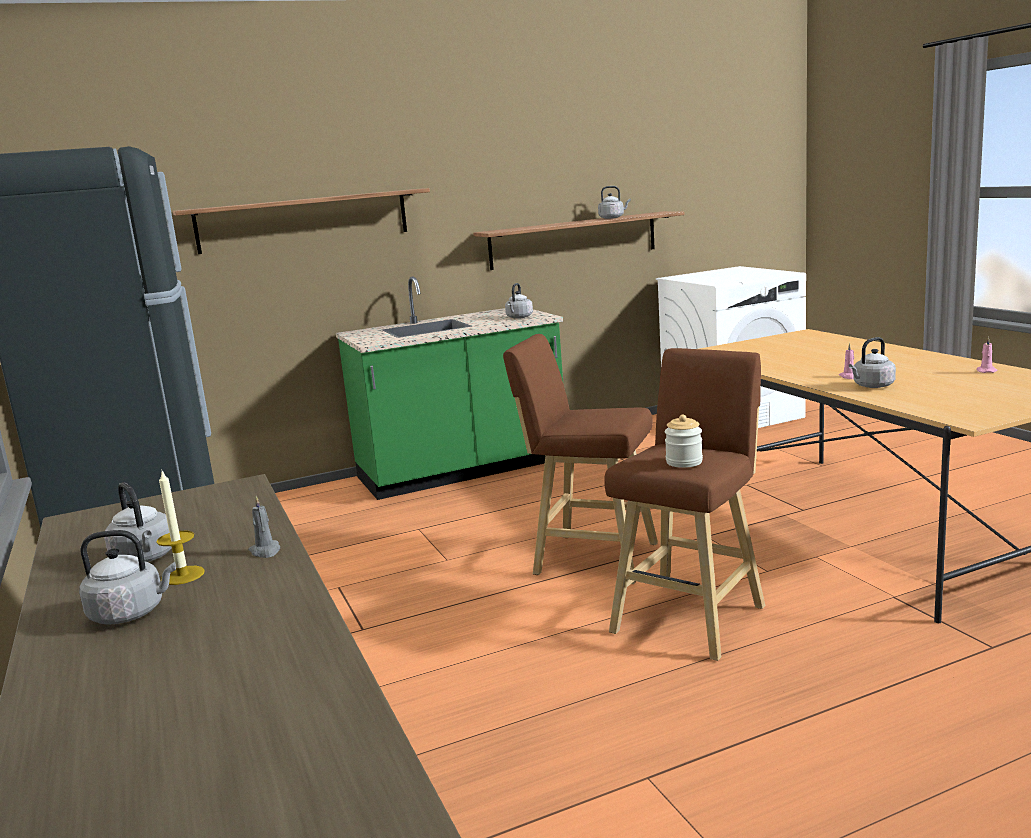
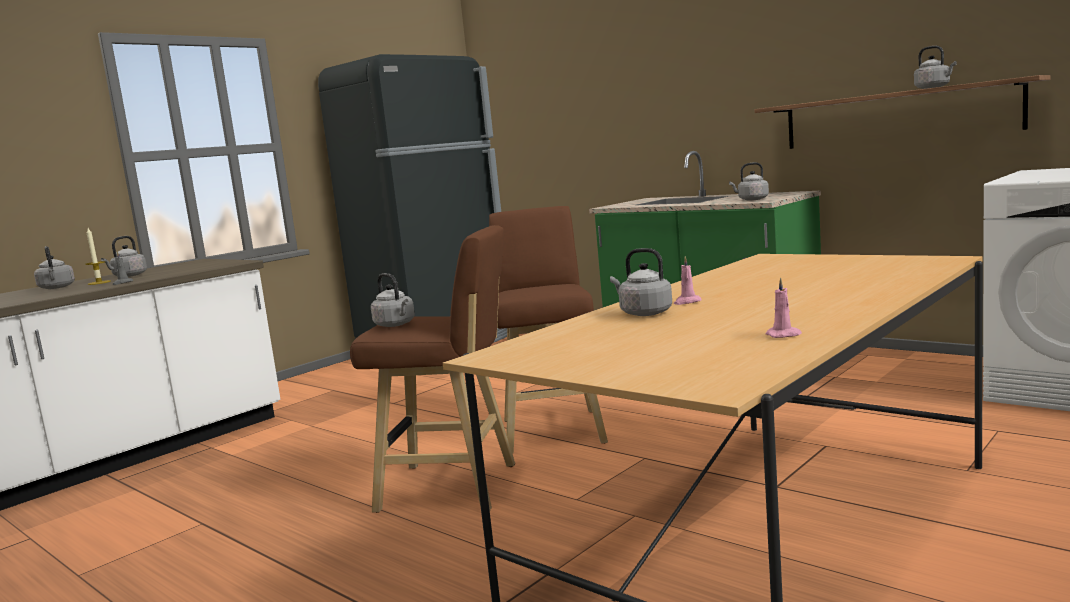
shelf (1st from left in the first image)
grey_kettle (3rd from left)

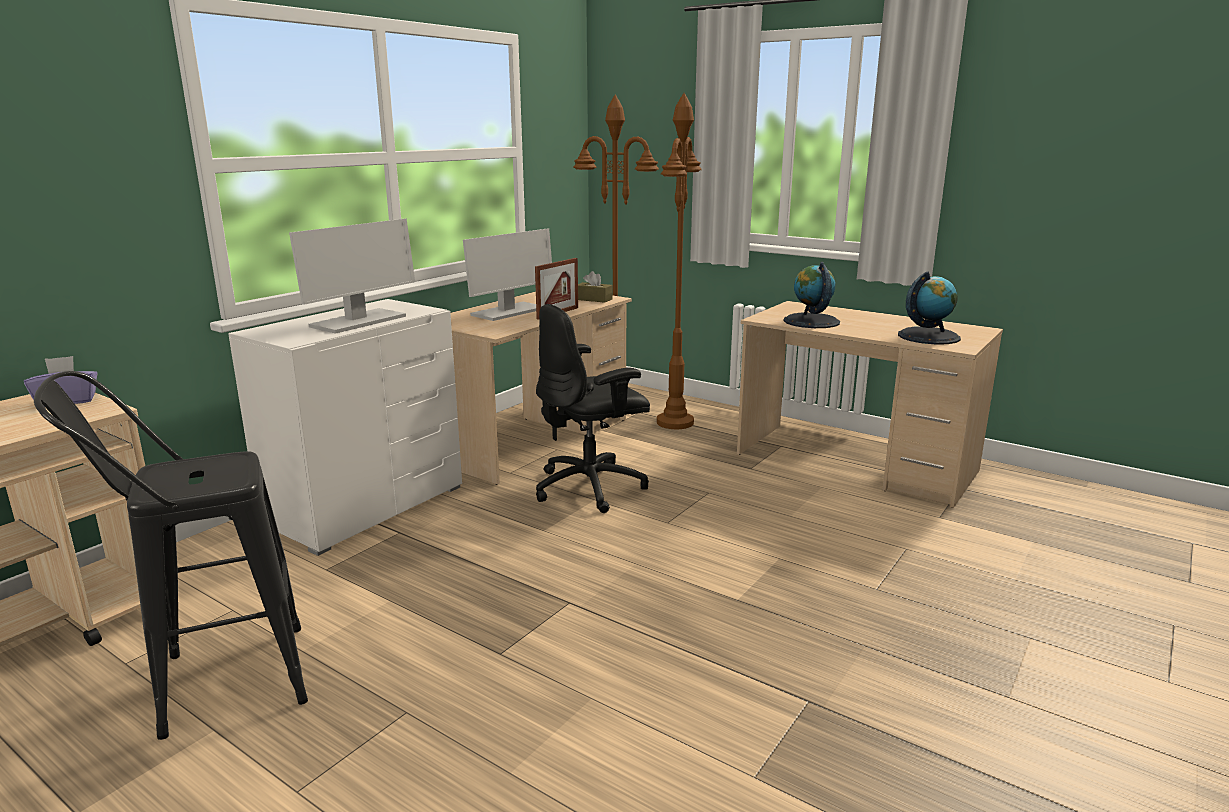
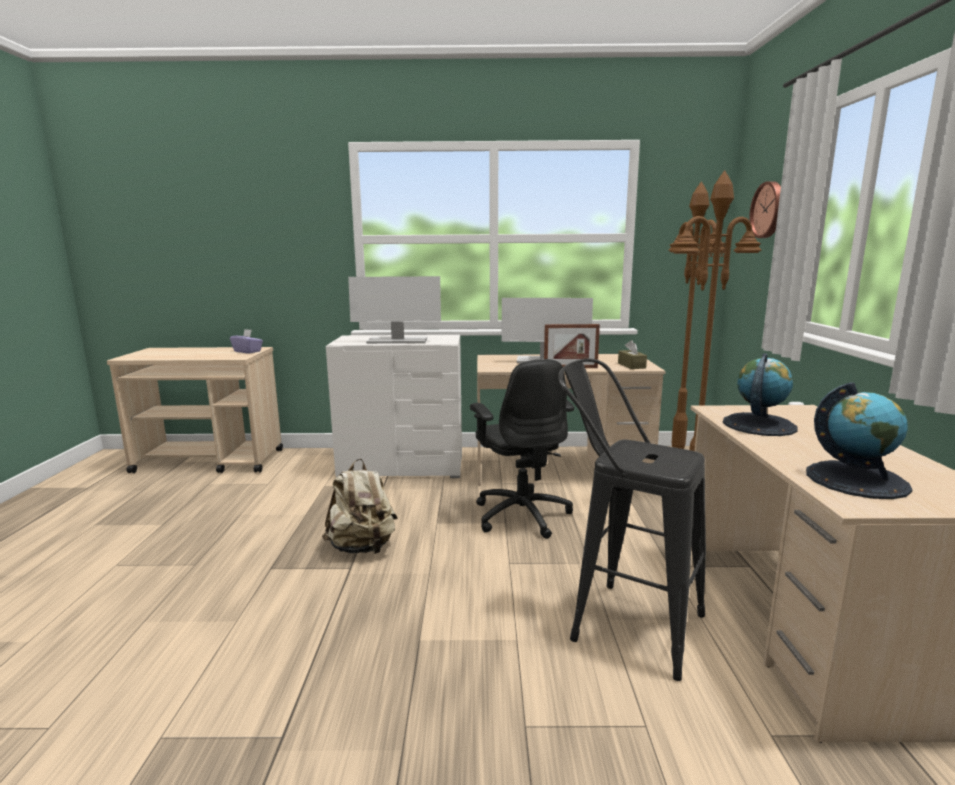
black_stool
black_office_chair
beige_backpack
wall_clock

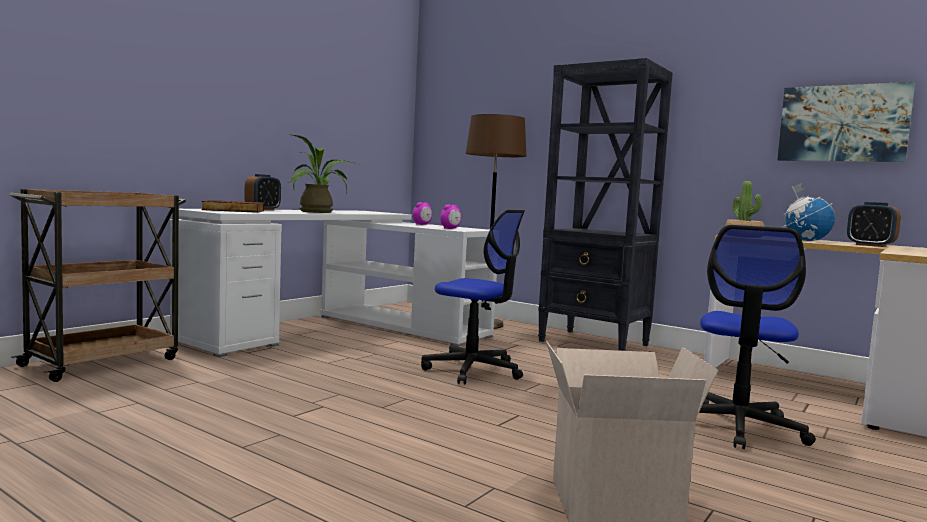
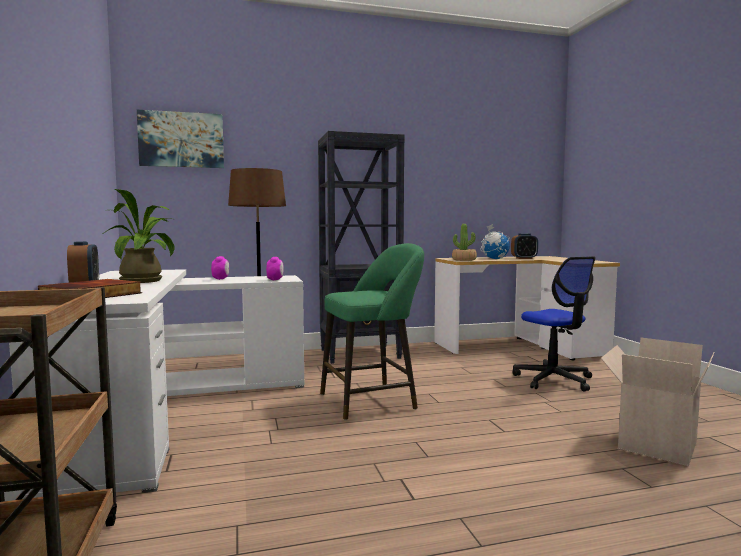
green_stool
picture

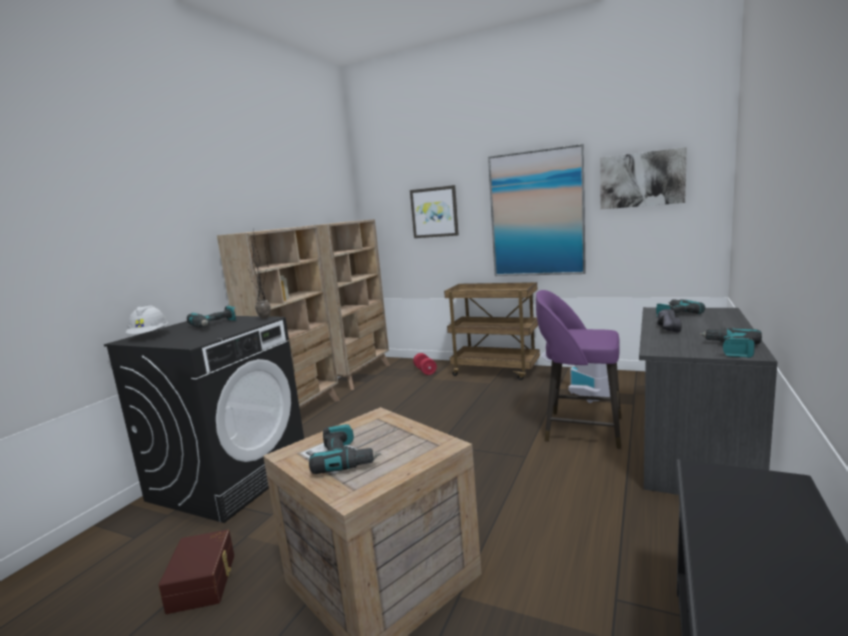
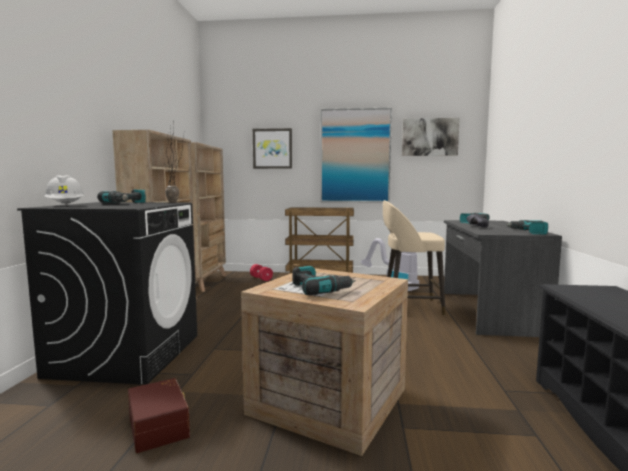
beige_stool

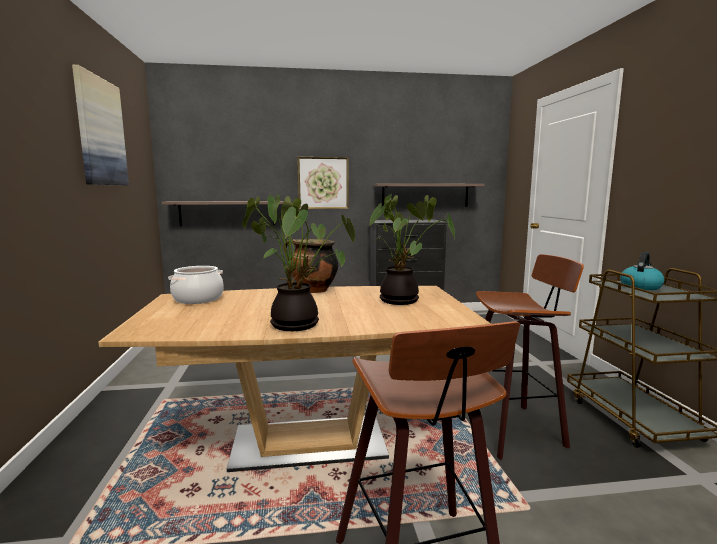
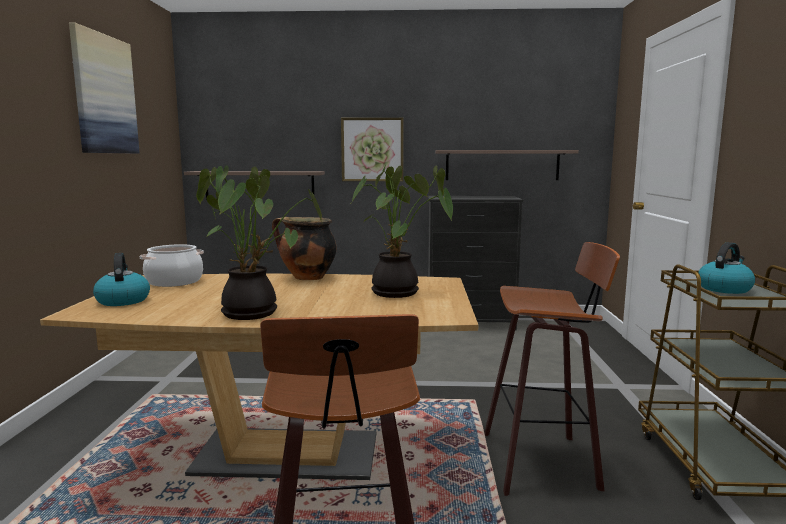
kettle (1st from left)

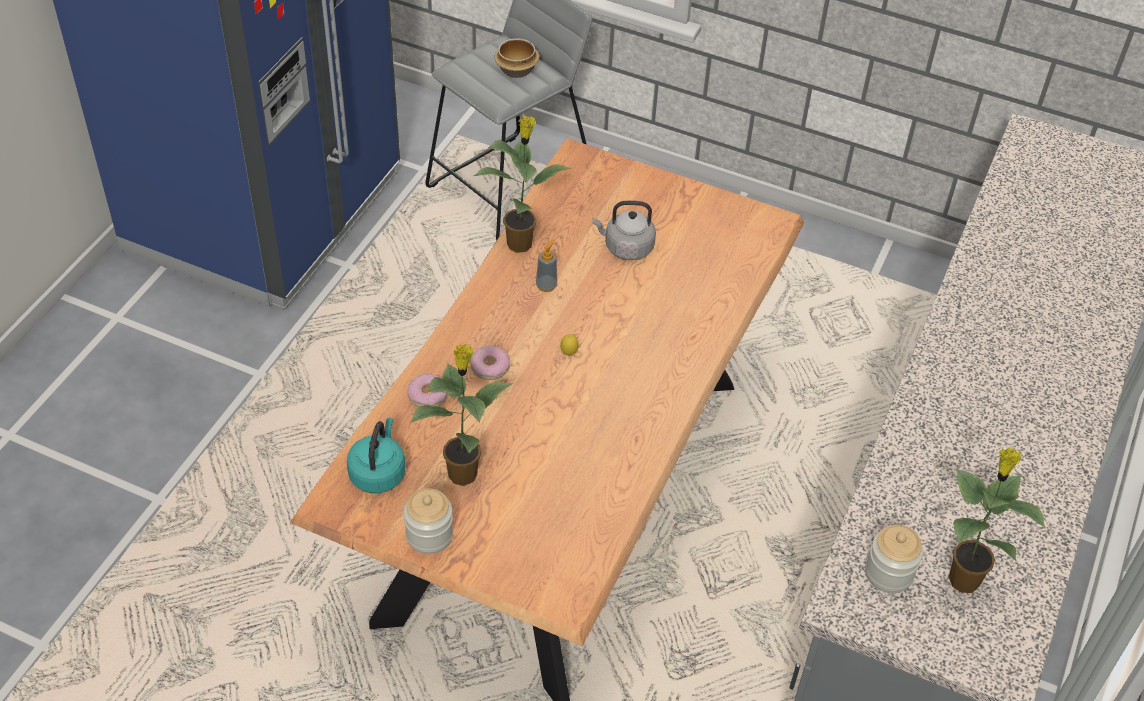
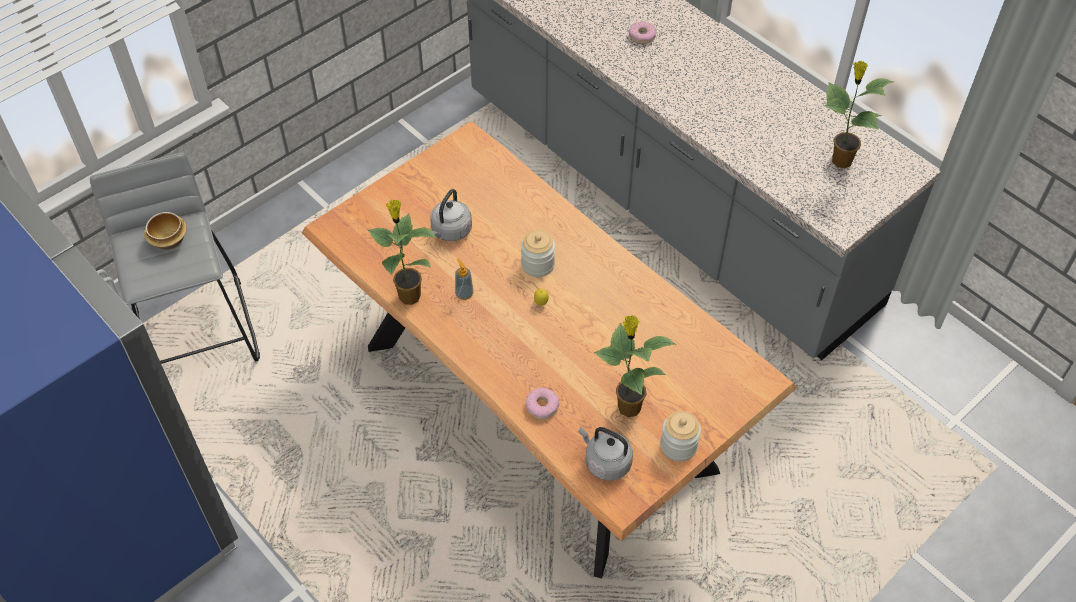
grey_kettle (2nd from left)
donut (2nd from left)
jar (1st from left)

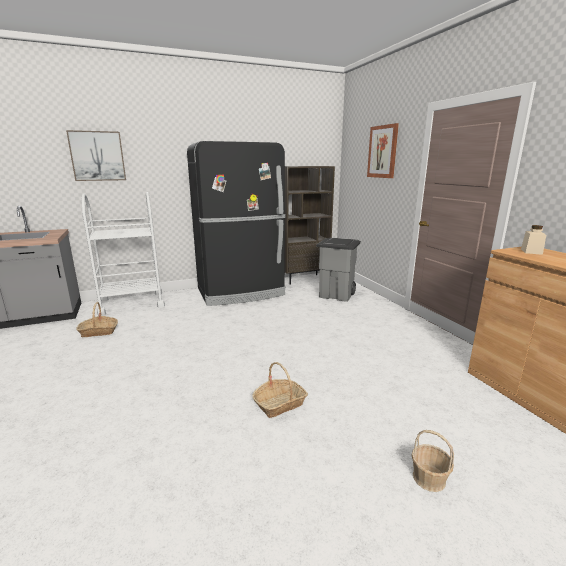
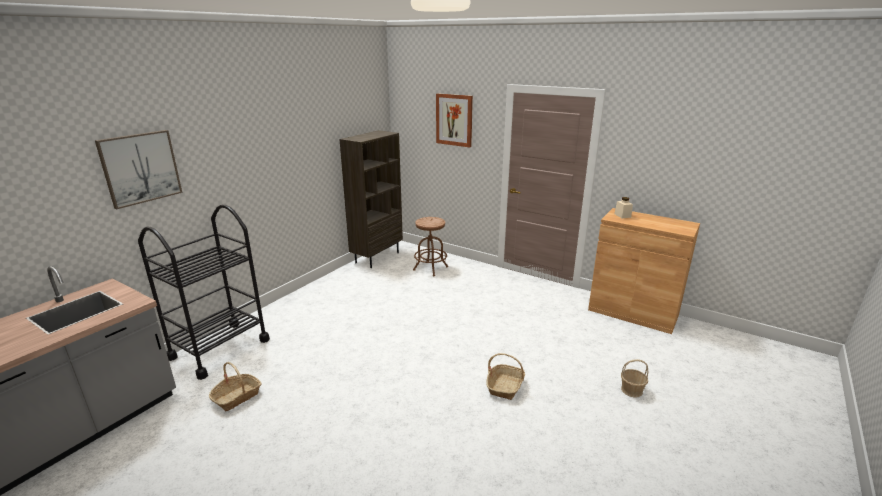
black_cart
black_fridge
brown_stool

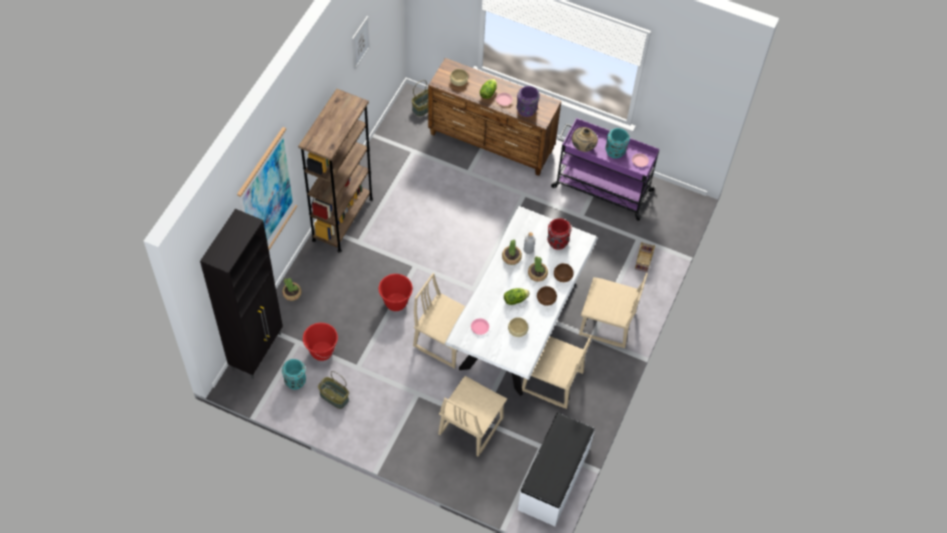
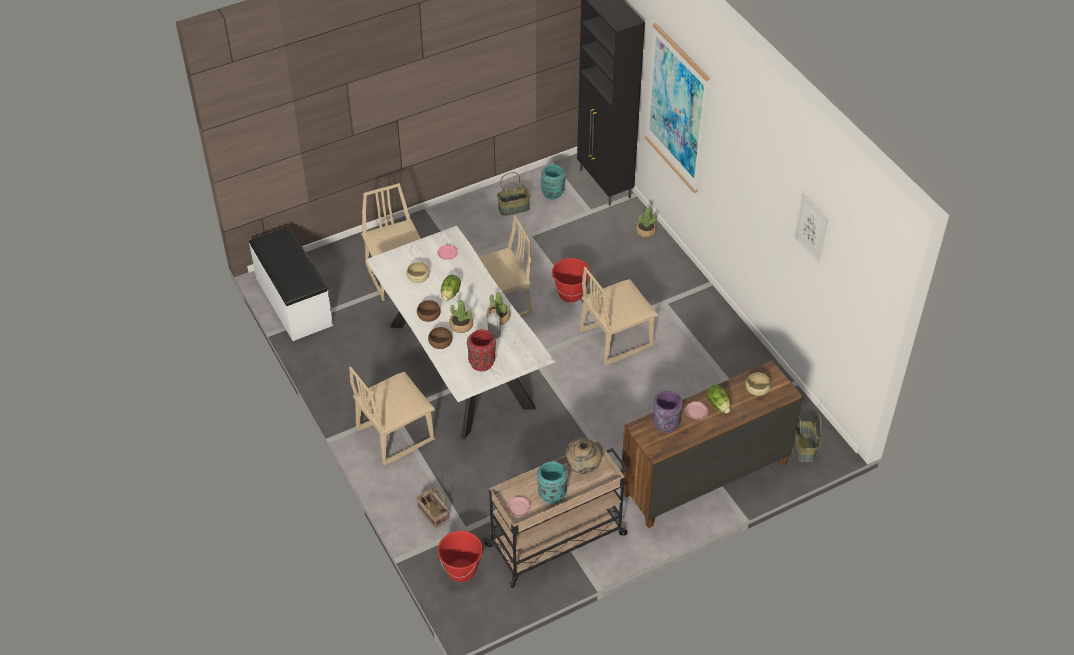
brown_bookcase
red_bucket (1st from left)
beige_chair (4th from left)
beige_cart

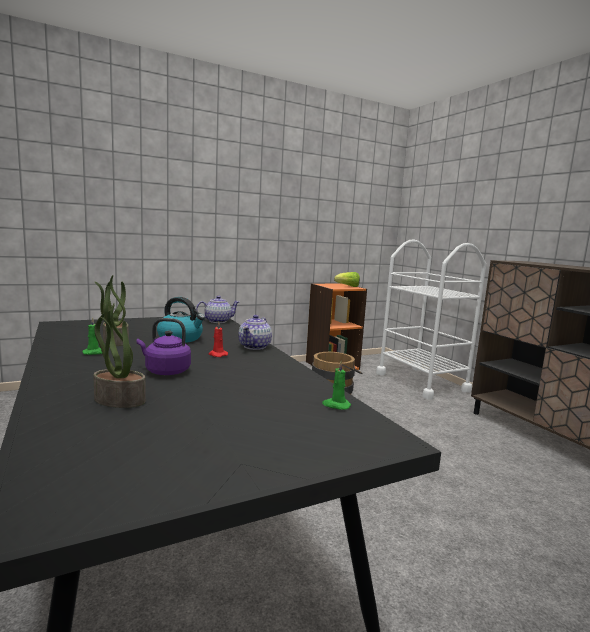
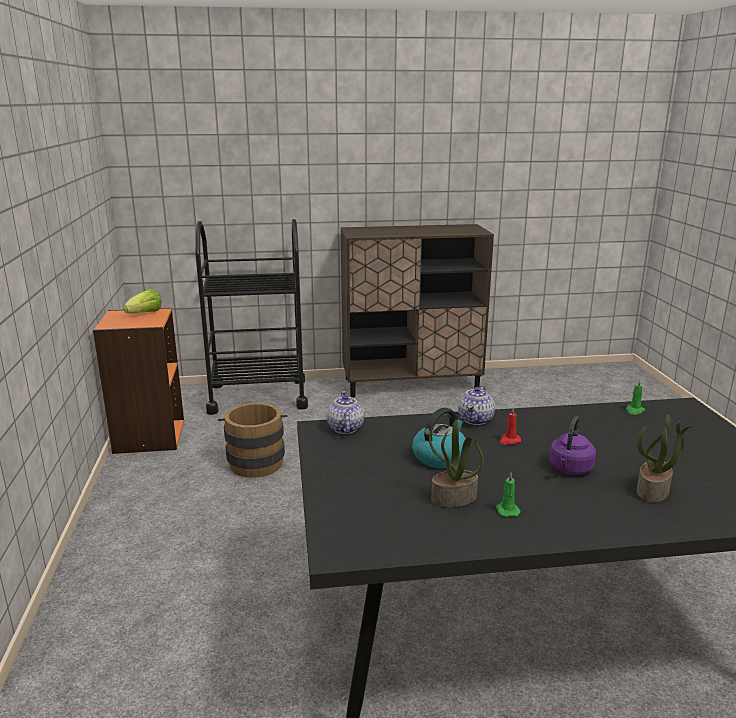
teapot (2nd from left)
black_cart

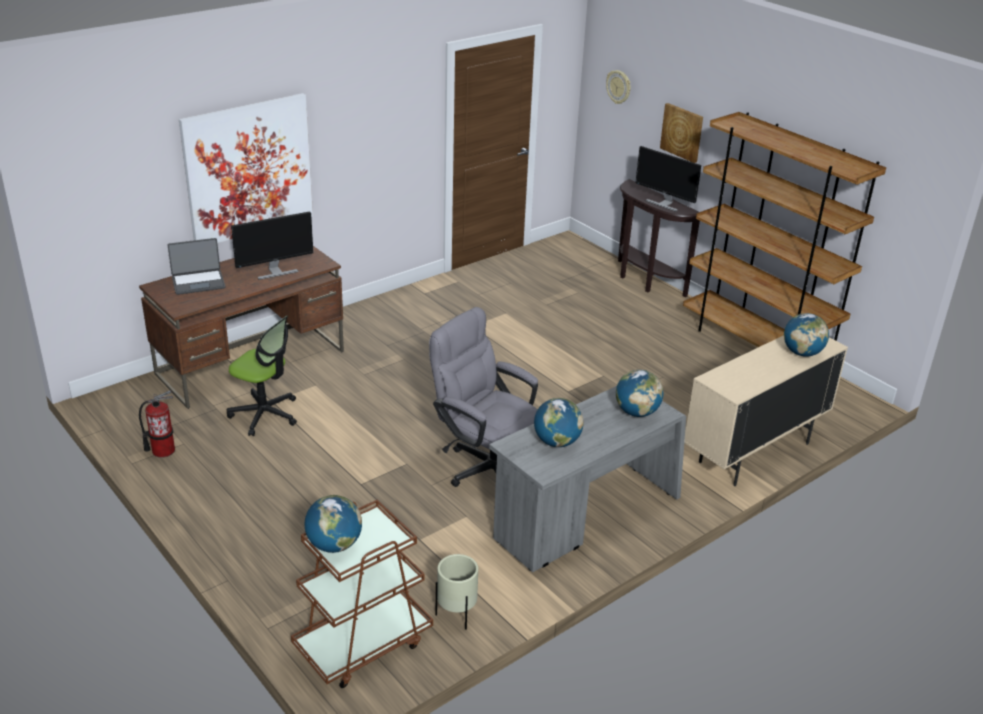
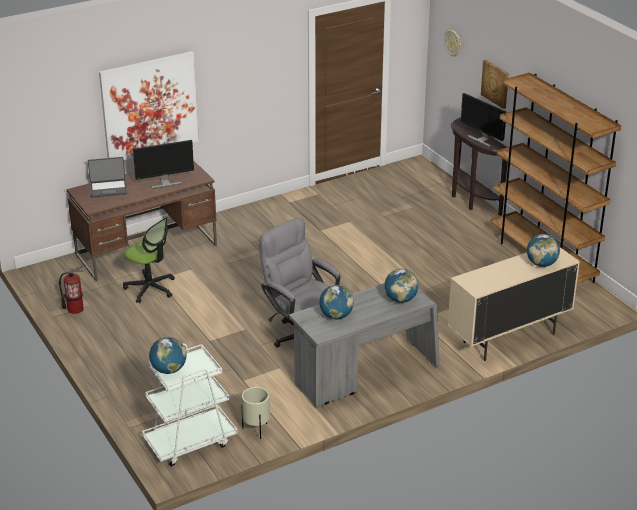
white_cart

